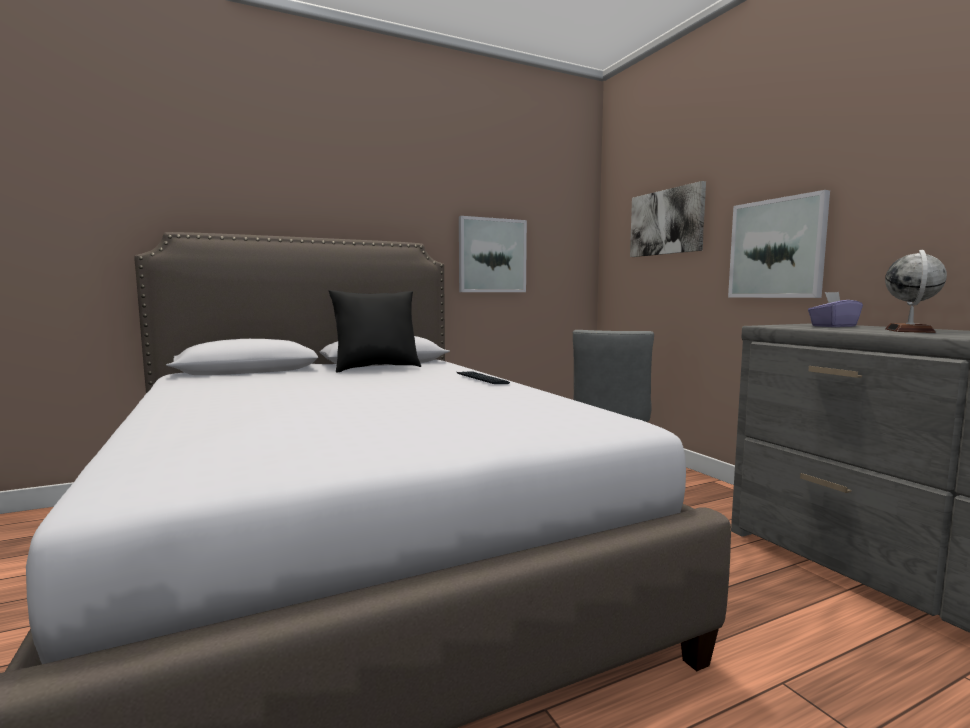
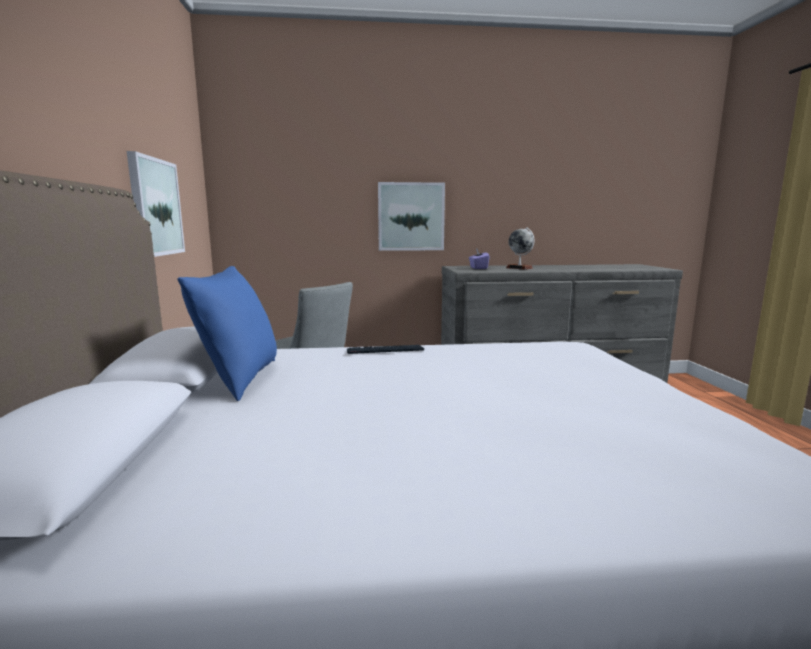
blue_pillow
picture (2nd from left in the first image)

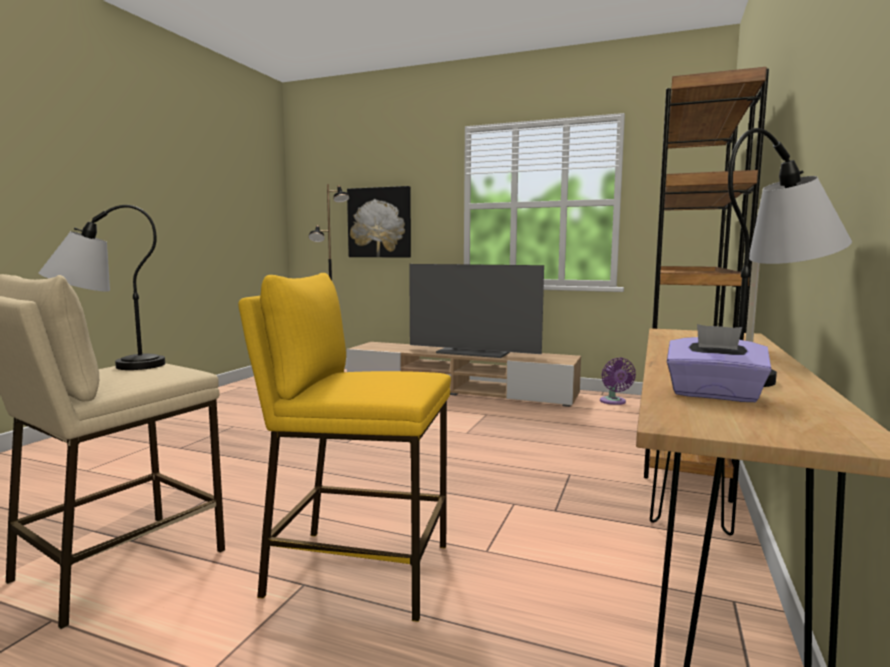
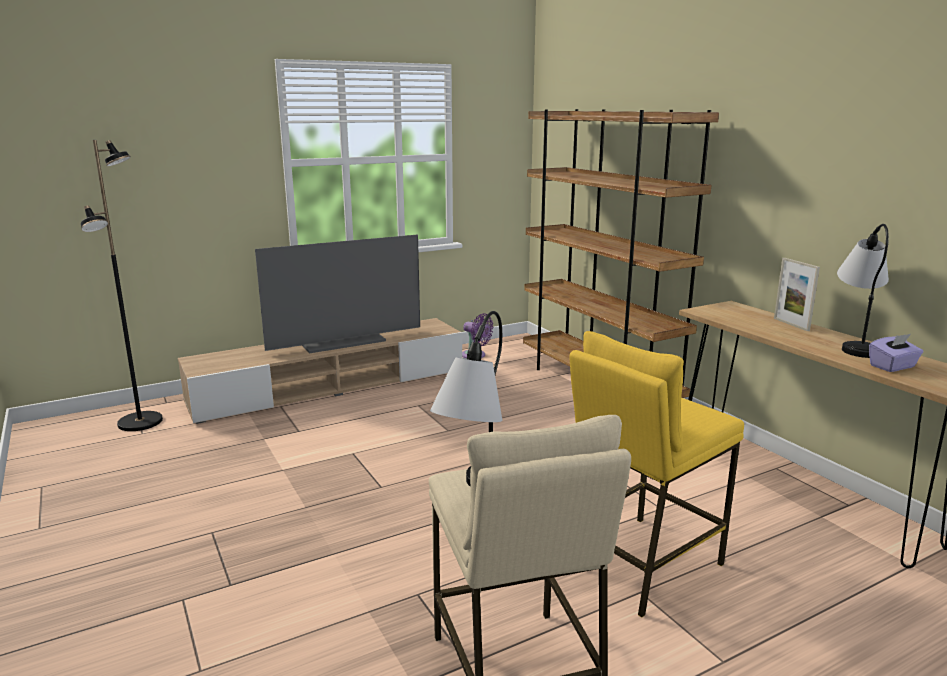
picture

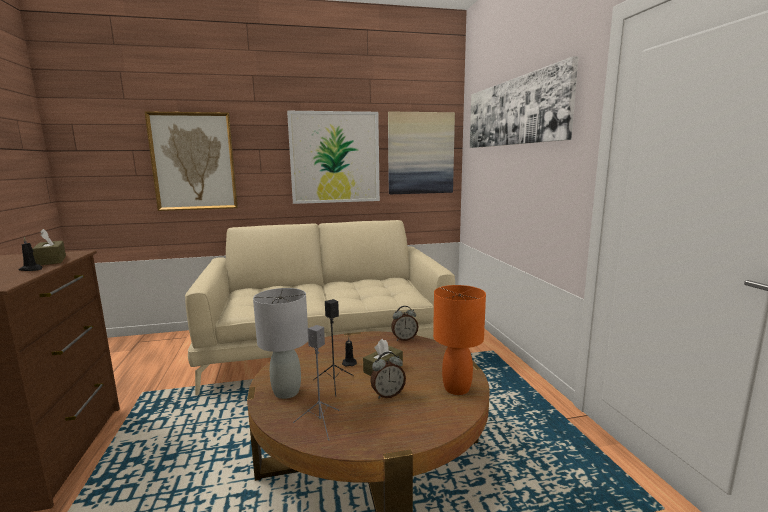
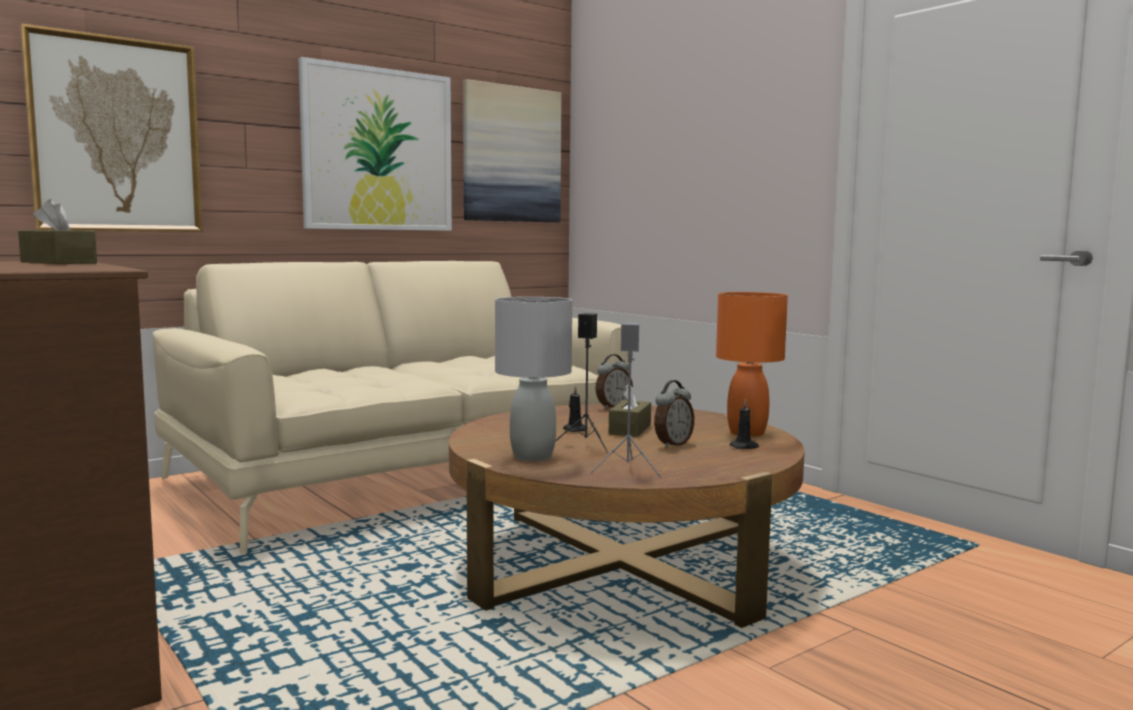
black_candle (2nd from left)
picture (4th from left in the first image)

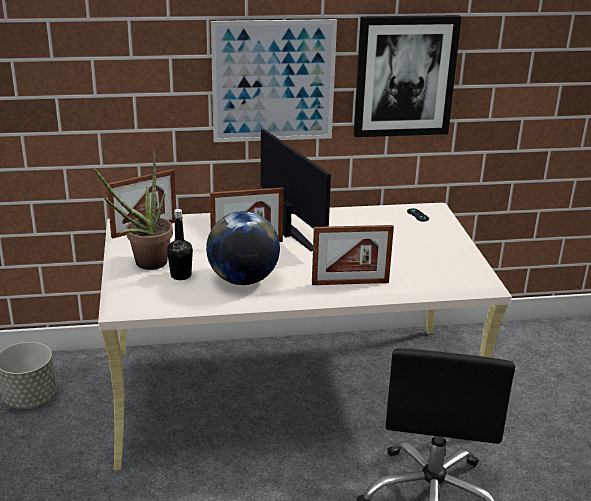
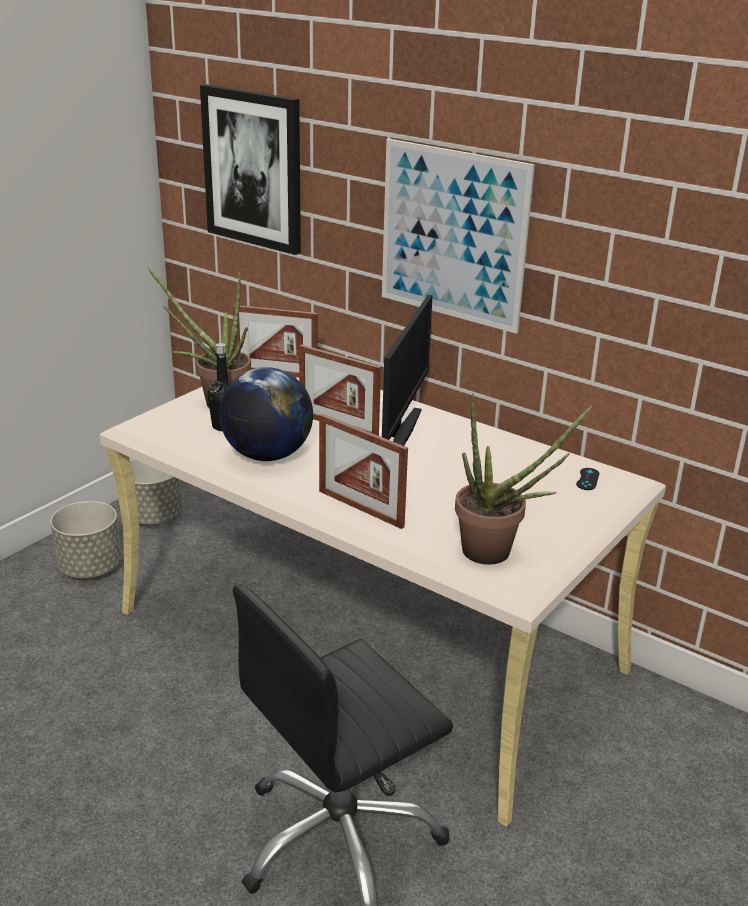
picture (1st from left)
grey_planter (1st from left)
potted_plant (2nd from left)

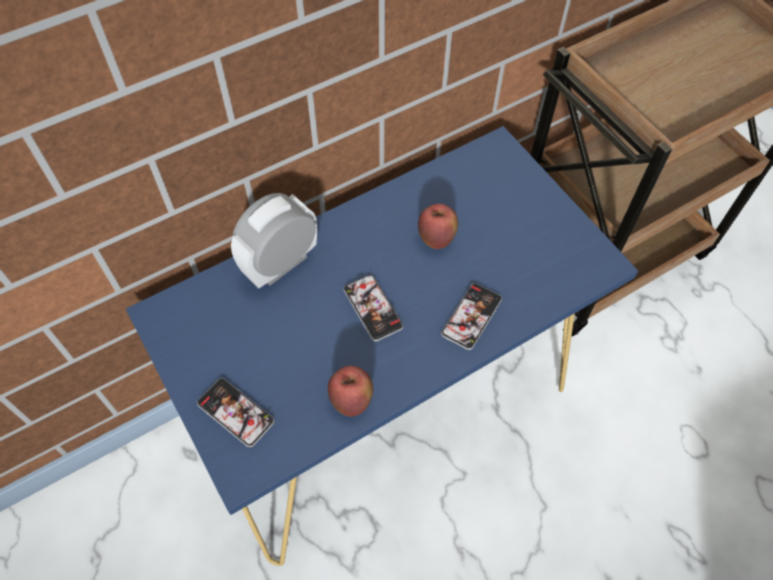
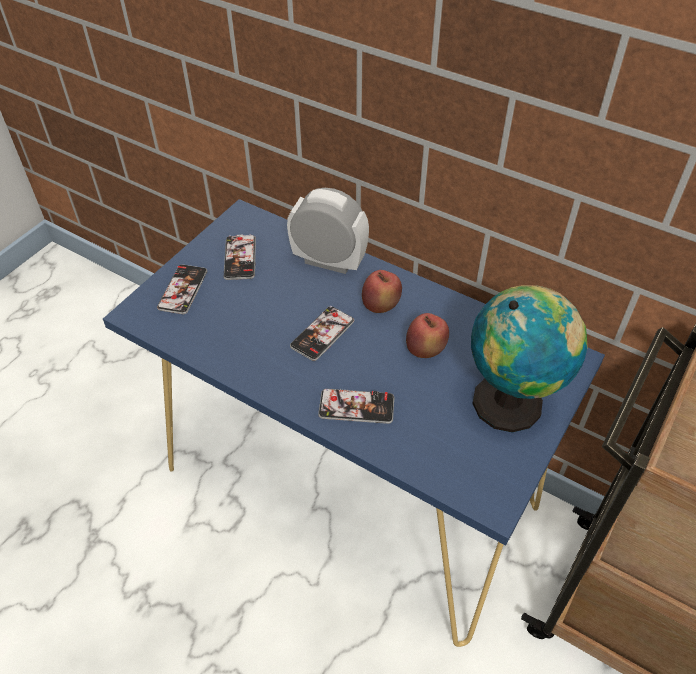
apple (1st from left)
phone (2nd from left)
globe

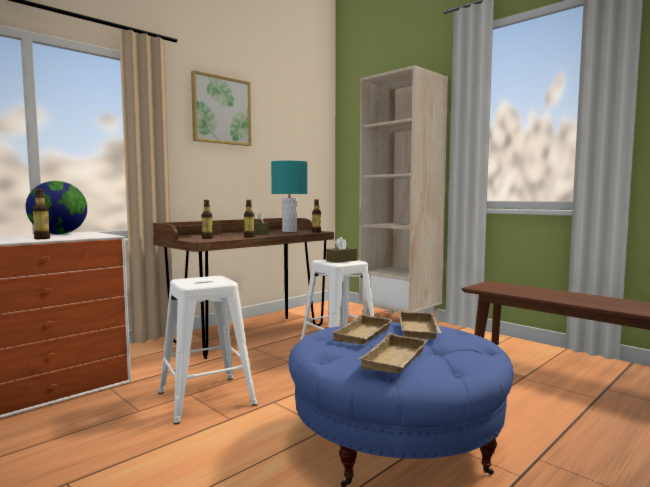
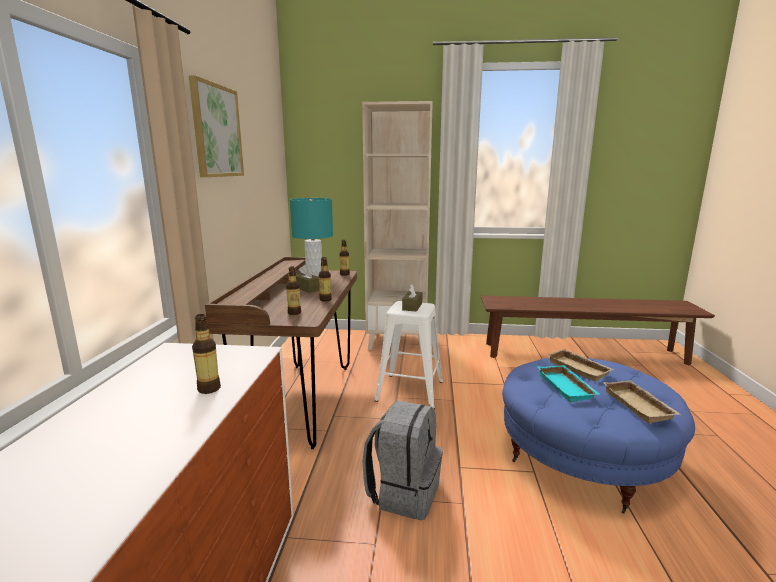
globe
grey_backpack
turquoise_tray

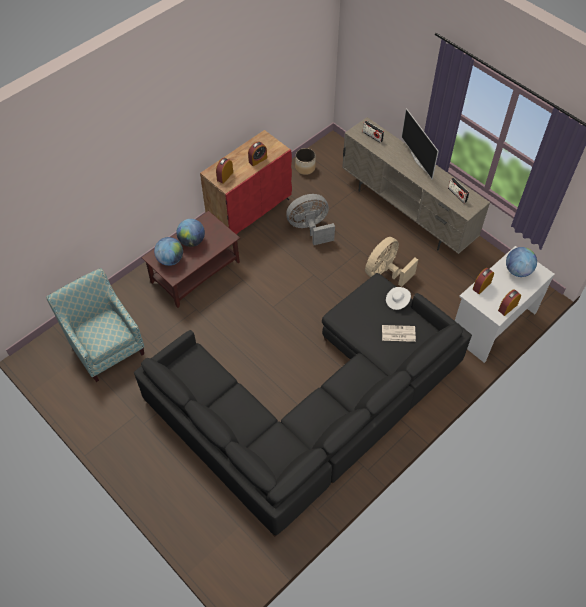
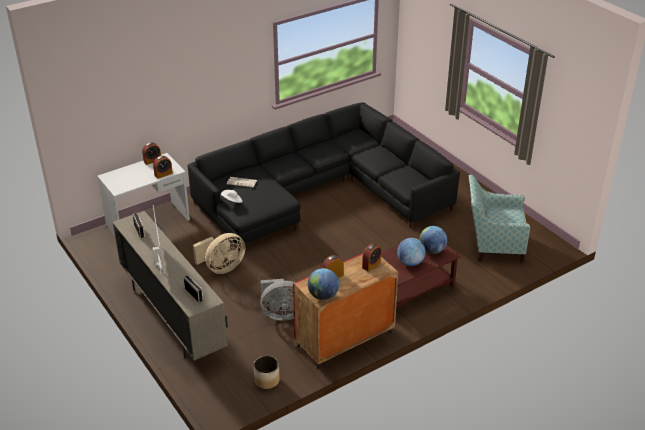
armchair
globe (1st from left)

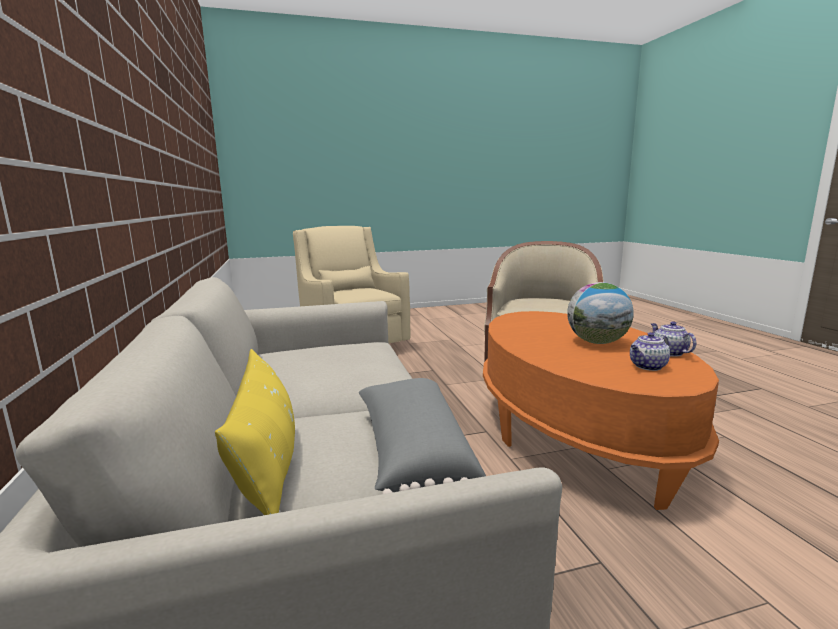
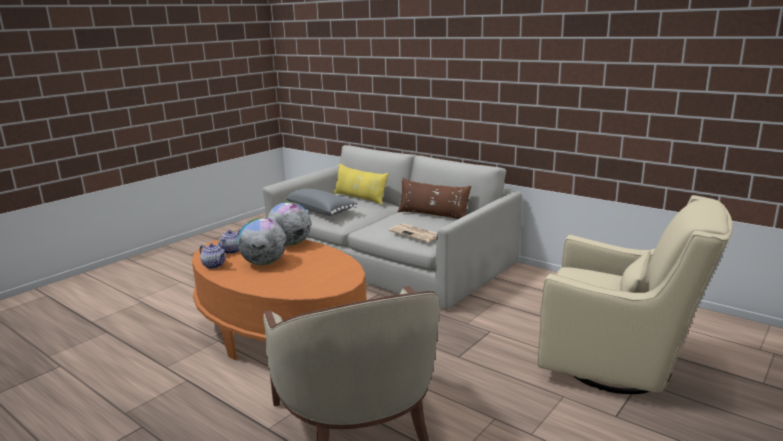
globe (2nd from left)
newspaper
brown_pillow

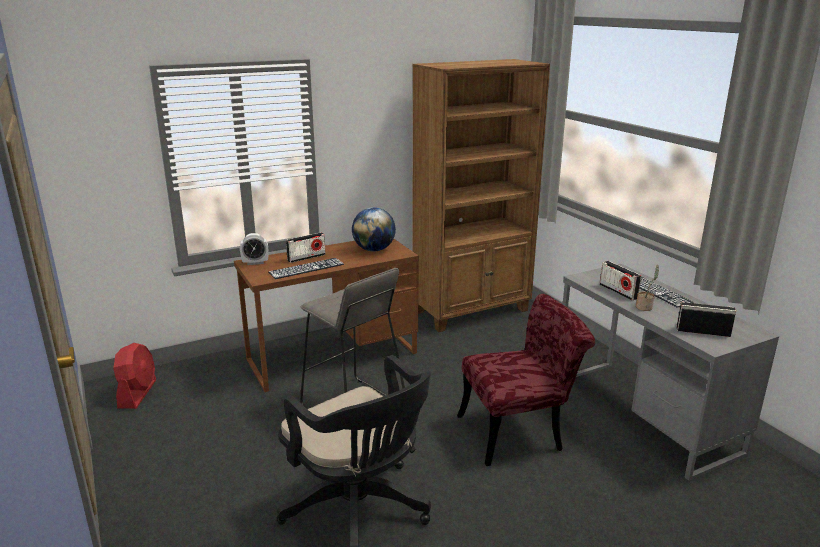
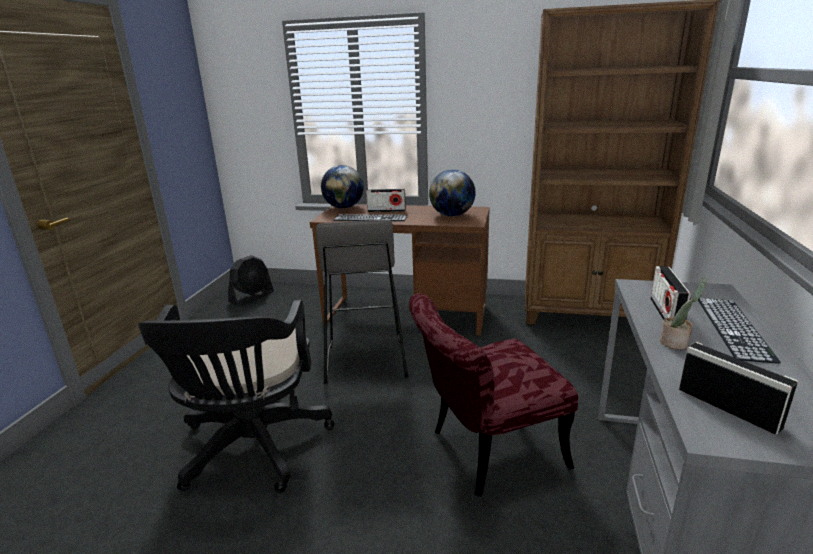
black_fan
globe (1st from left)
red_chair

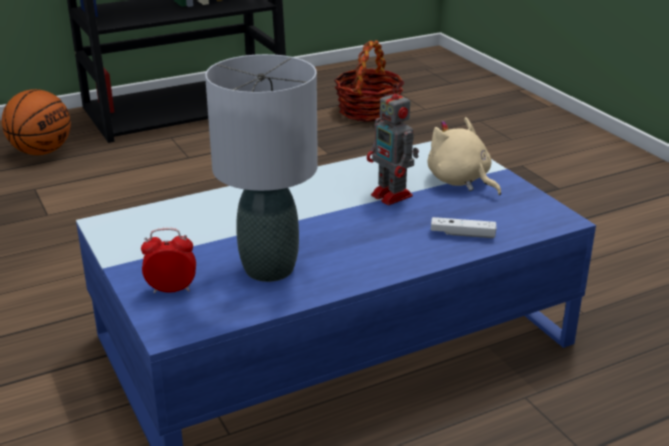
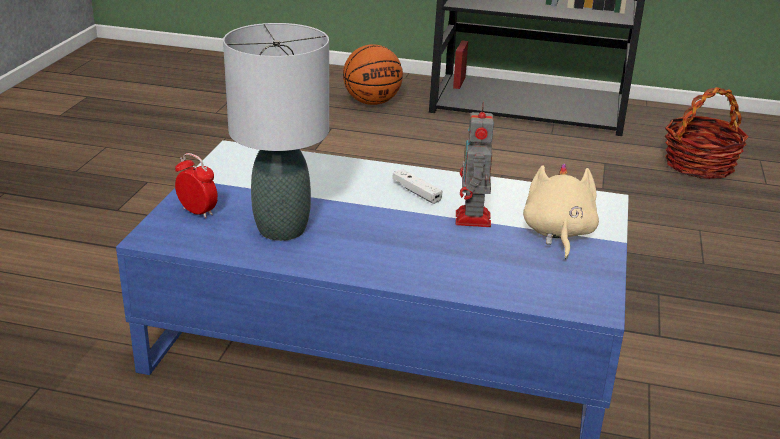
white_game_controller

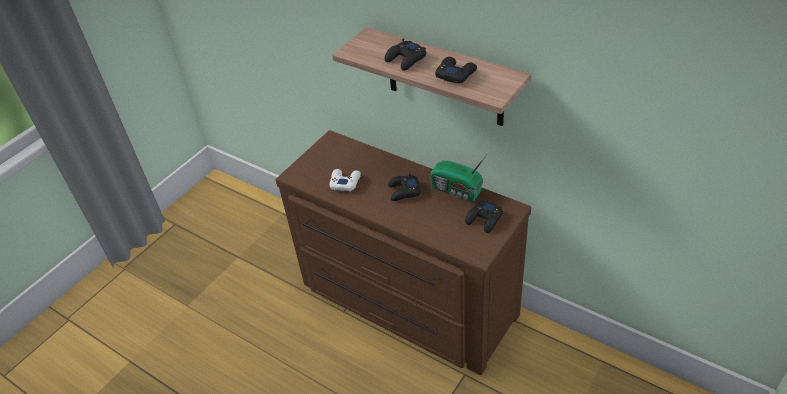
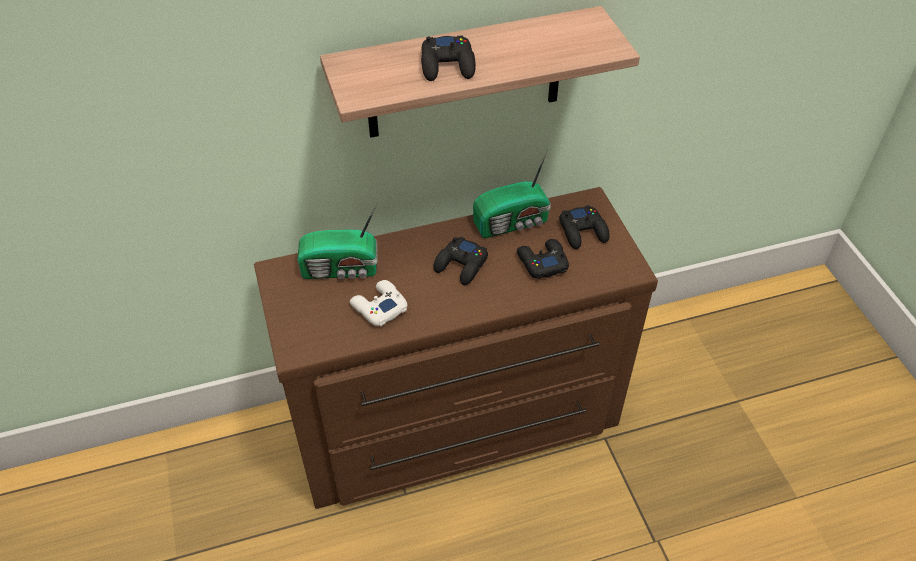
black_game_controller (3rd from left)
radio (1st from left)

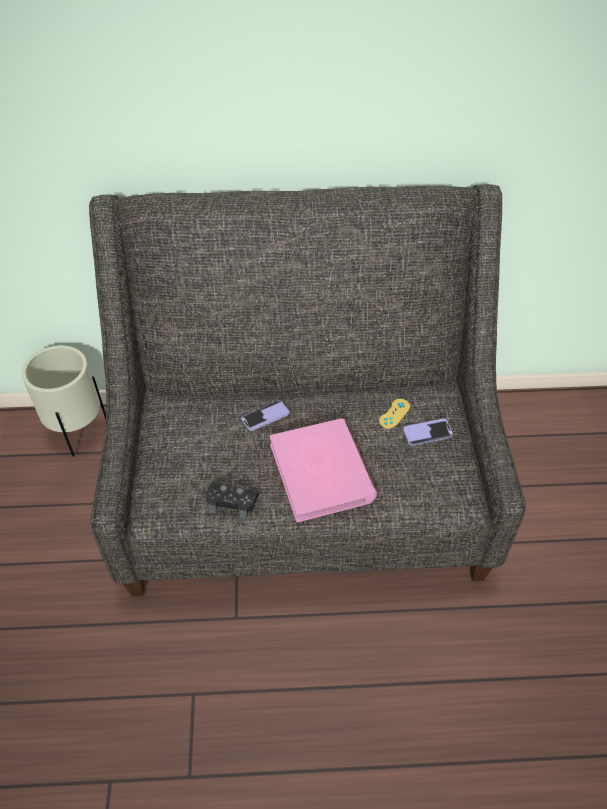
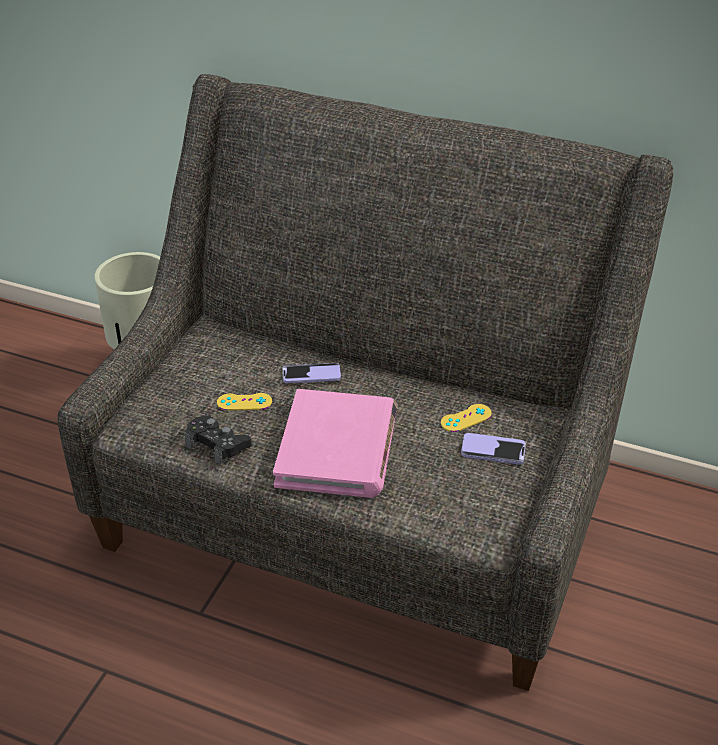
yellow_game_controller (1st from left)

